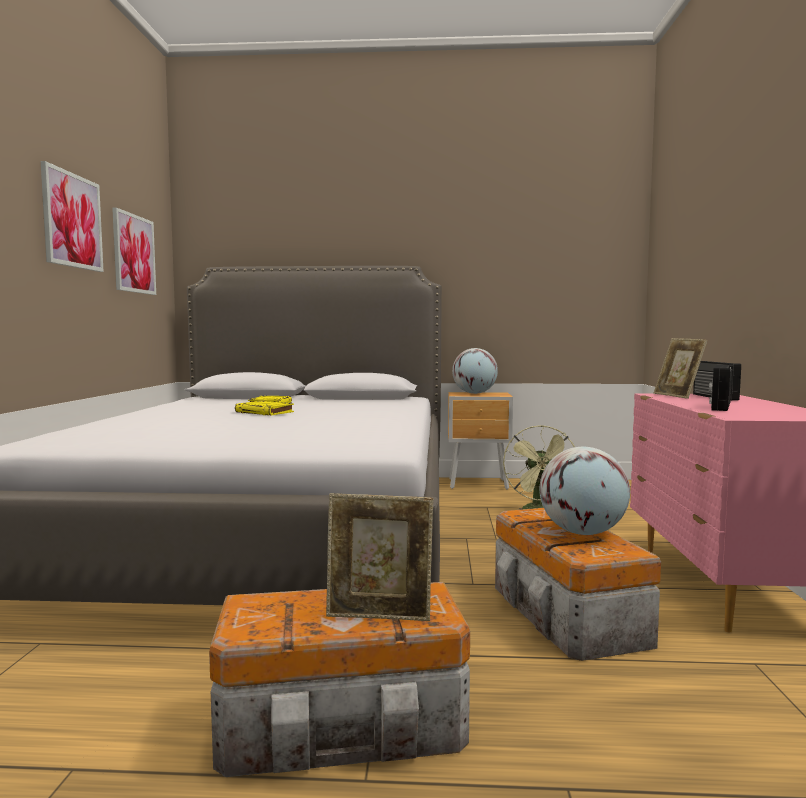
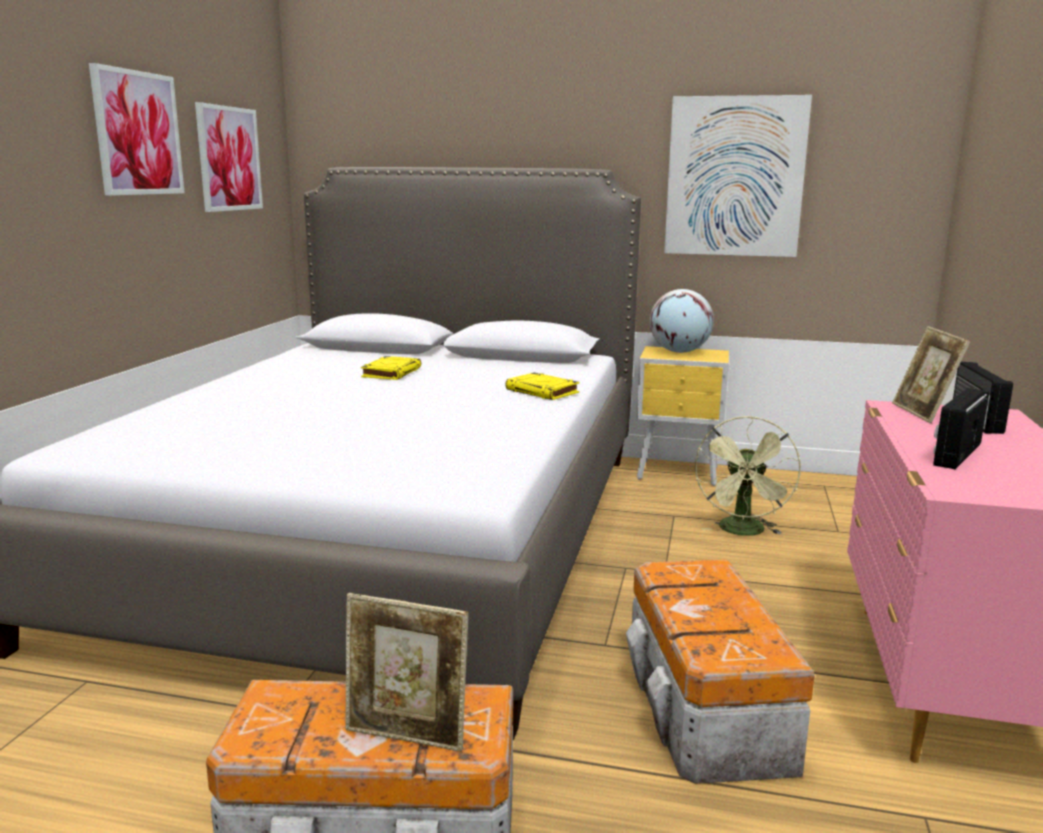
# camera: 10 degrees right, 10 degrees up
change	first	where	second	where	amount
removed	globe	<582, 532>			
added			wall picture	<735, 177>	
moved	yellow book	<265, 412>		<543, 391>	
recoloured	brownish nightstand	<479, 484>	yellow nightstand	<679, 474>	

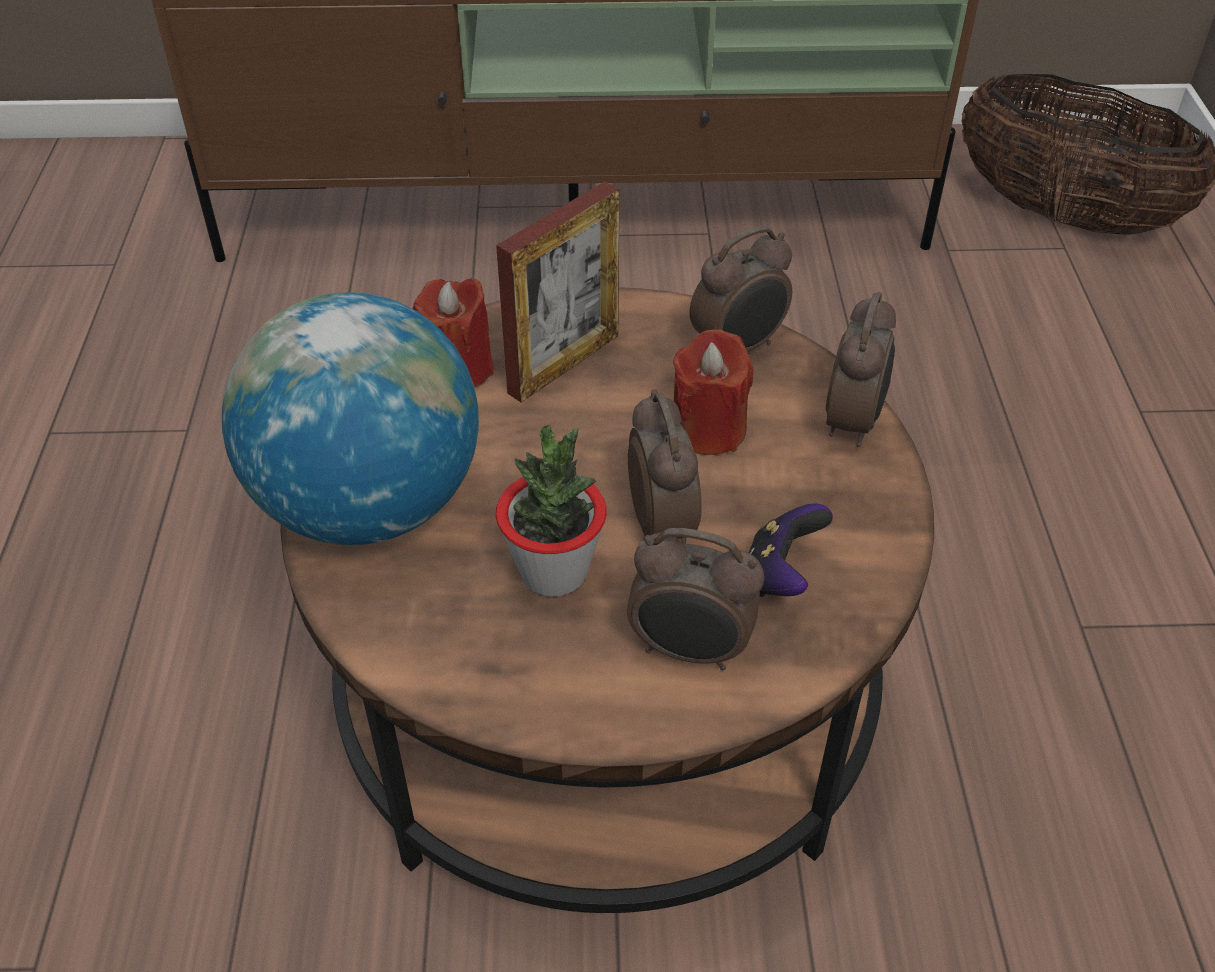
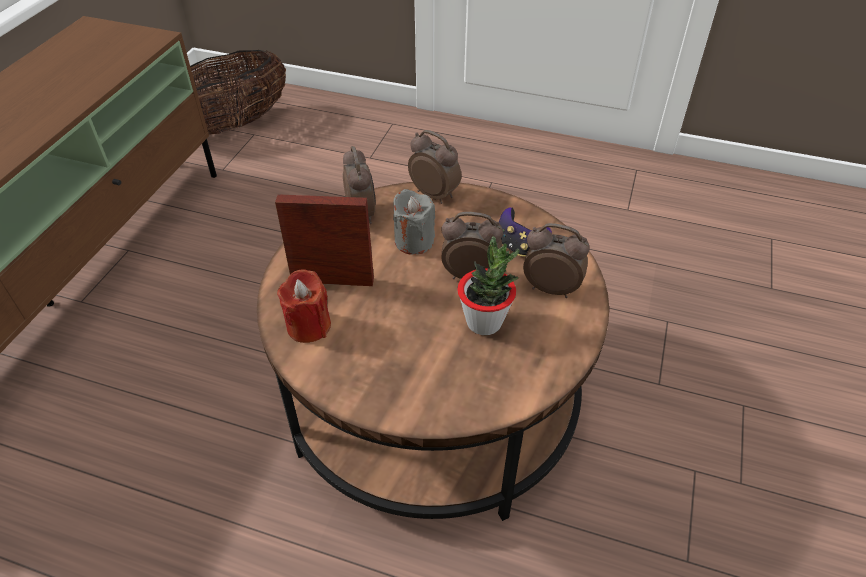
# camera: 70 degrees left, 0 degrees up
change	first	where	second	where	amount
removed	globe	<368, 504>			
recoloured	reddish wax candle	<708, 429>	grey wax candle	<414, 241>	
turned	picture frame	<564, 364>		<332, 280>	60 degrees counterclockwise
turned	alarm clock	<690, 651>		<551, 287>	105 degrees counterclockwise

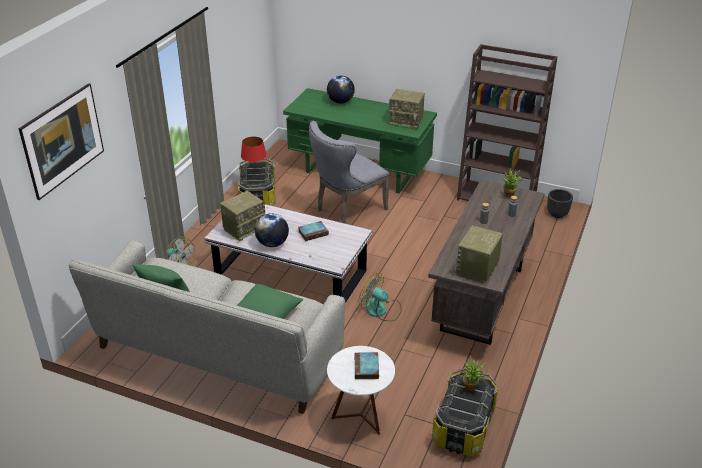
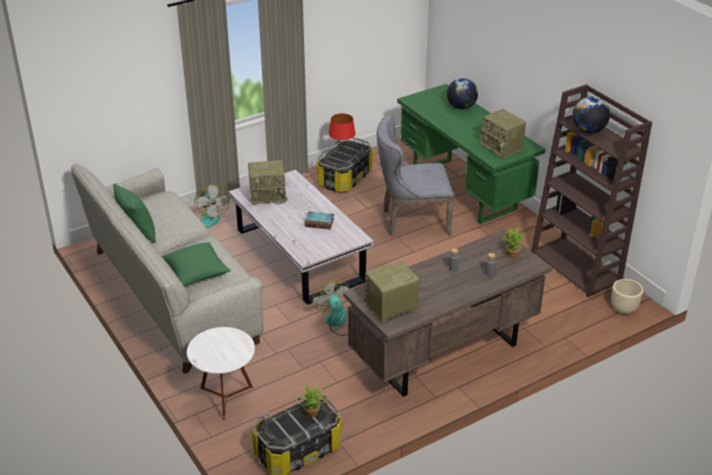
# camera: 35 degrees right, 0 degrees up
change	first	where	second	where	amount
removed	wall picture	<67, 157>			
removed	book	<366, 368>			
moved	globe	<272, 244>		<588, 131>	
recoloured	black flower pot	<557, 214>	beige-coloured flower pot	<624, 309>	

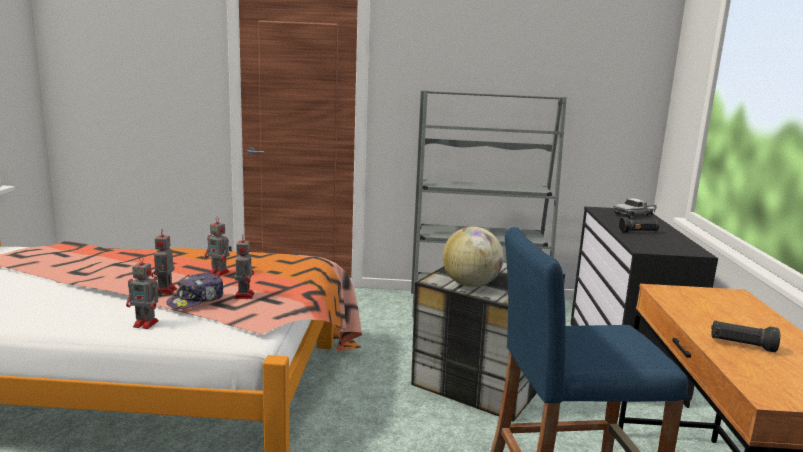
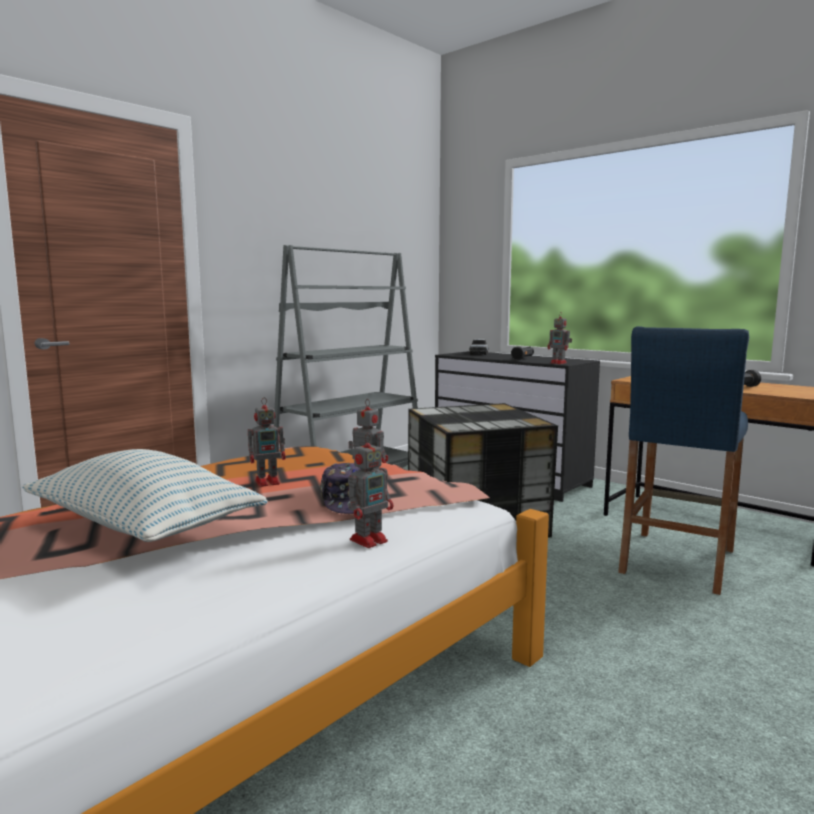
# camera: 50 degrees left, 5 degrees down
change	first	where	second	where	amount
removed	globe	<470, 285>			
added			pillow	<143, 526>	
moved	model robot	<165, 291>		<559, 363>	

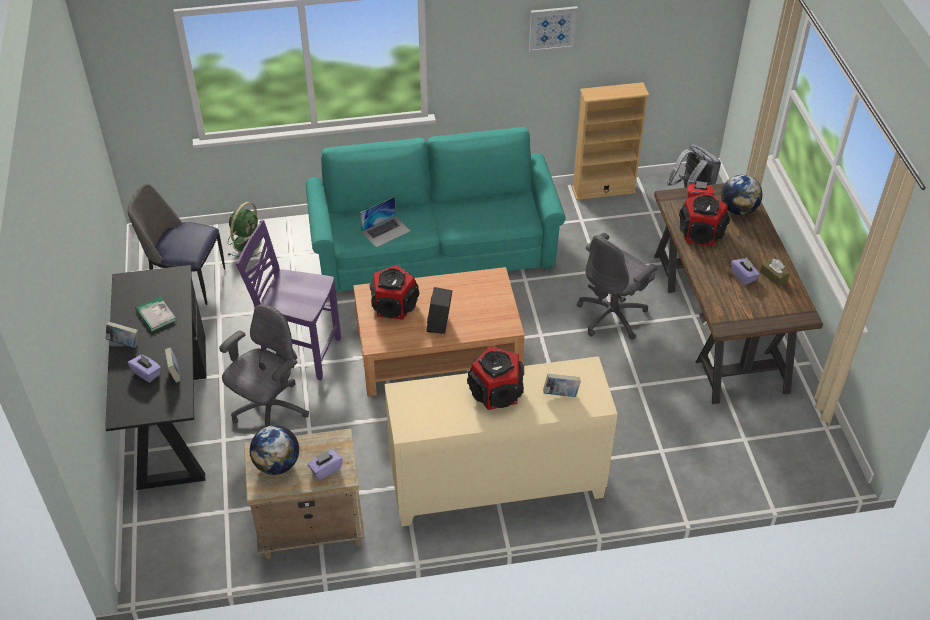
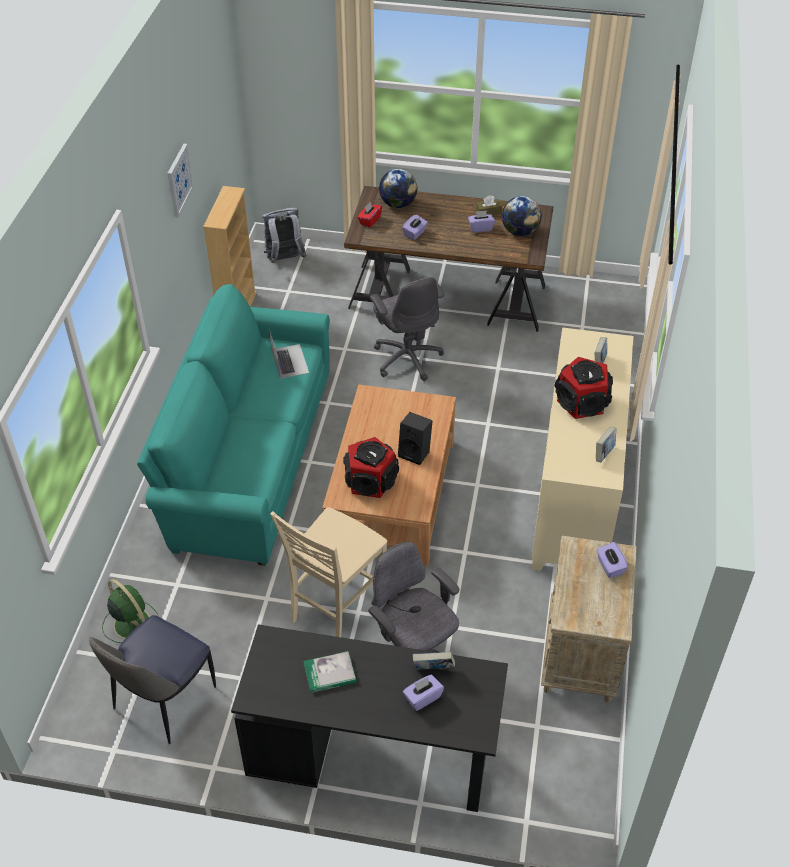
# camera: 70 degrees left, 0 degrees up
change	first	where	second	where	amount
moved	book	<124, 343>		<604, 453>	
moved	globe	<277, 464>		<520, 232>	
moved	portable computer	<386, 231>		<289, 361>	
replaced	speaker	<701, 233>	purple-coloured box of tissues	<415, 233>	
recoloured	purple-coloured plain chair	<299, 351>	beige-coloured plain chair	<336, 611>	

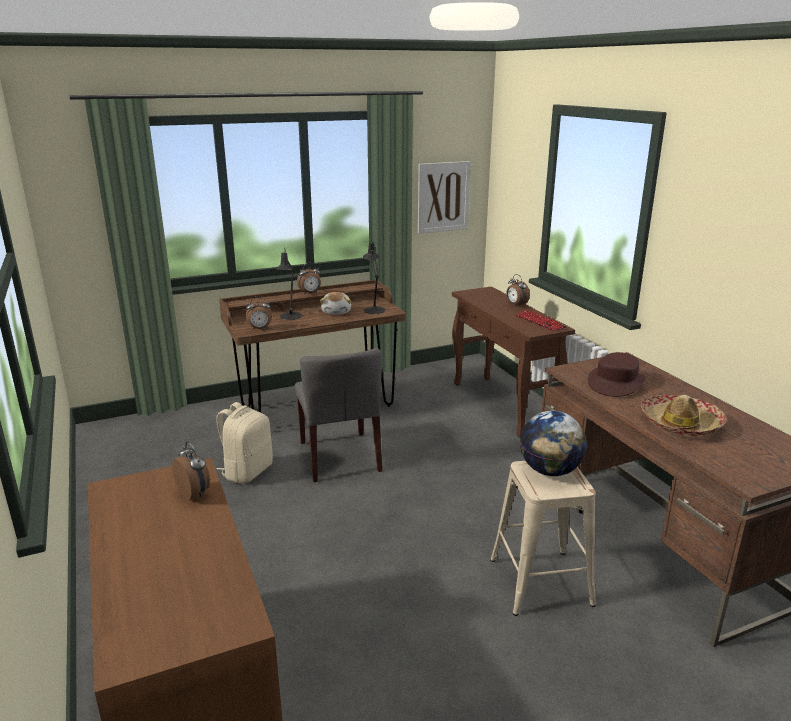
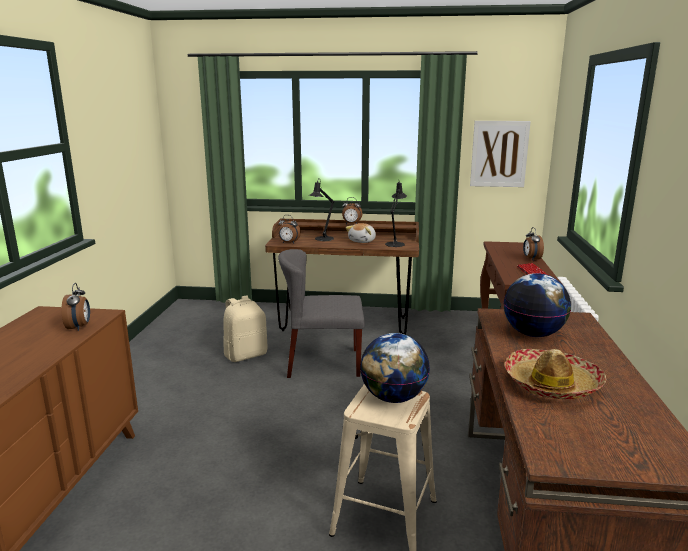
# camera: 30 degrees right, 5 degrees down
change	first	where	second	where	amount
replaced	brownish wearable hat	<616, 382>	globe	<533, 334>	
turned	grey plain chair	<340, 456>		<323, 363>	75 degrees clockwise

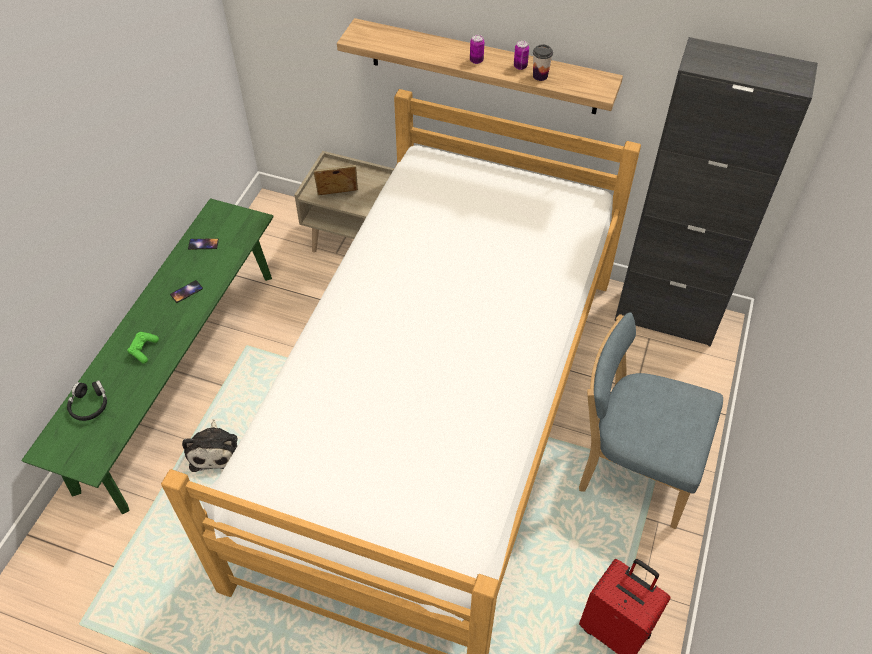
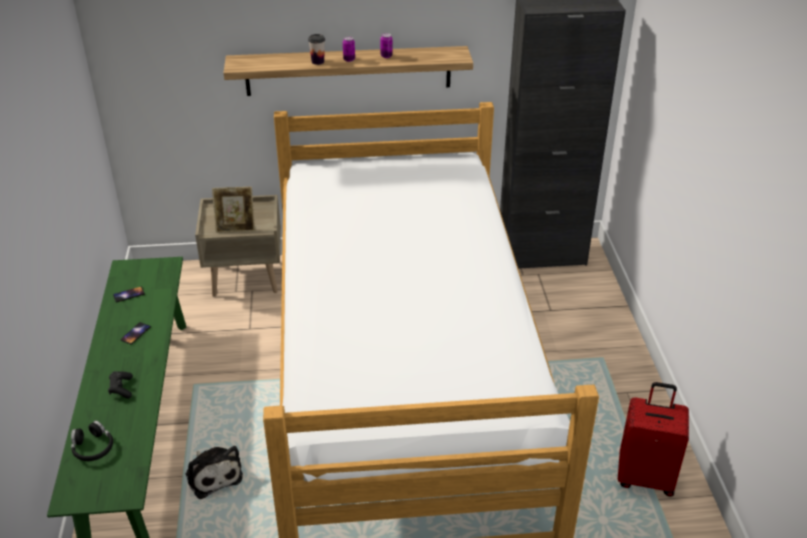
# camera: 25 degrees left, 15 degrees down
change	first	where	second	where	amount
removed	bluish plain chair	<632, 468>			
moved	cup	<540, 76>		<317, 61>	
recoloured	green-coloured game controller	<144, 350>	black game controller	<121, 389>	
turned	picture frame	<338, 197>		<236, 228>	150 degrees counterclockwise

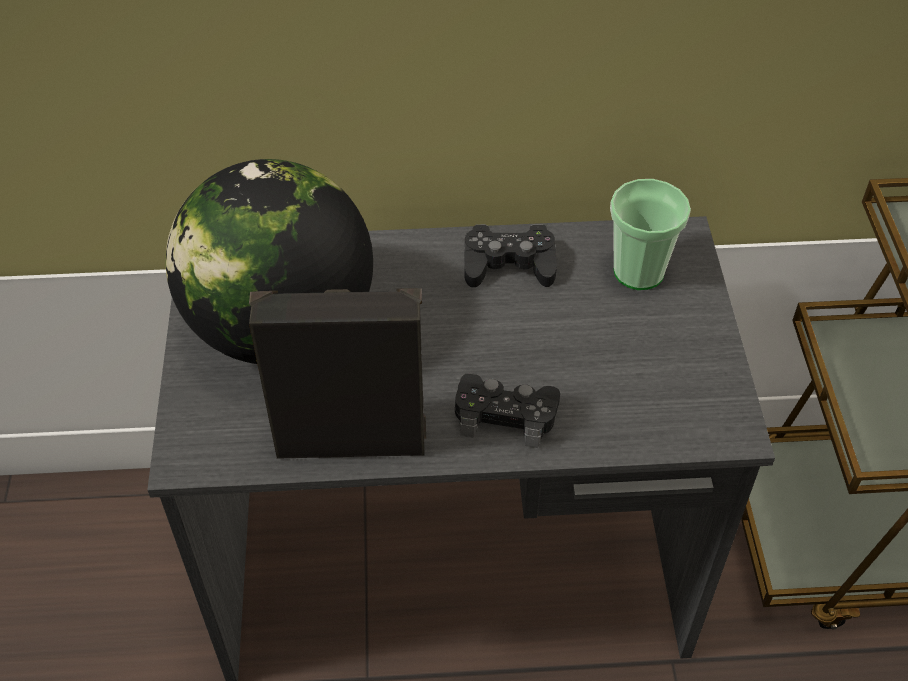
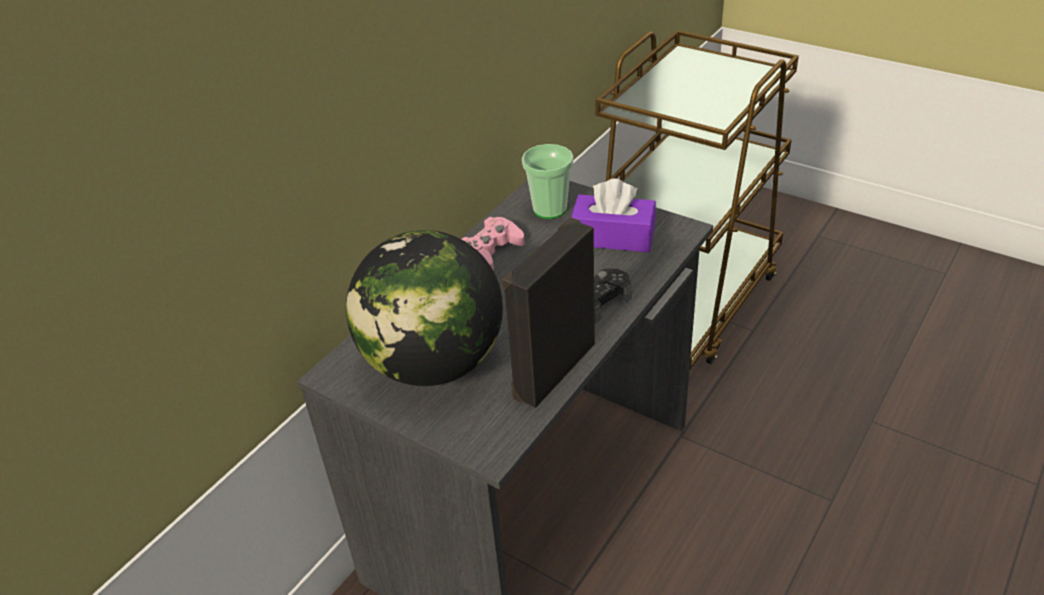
# camera: 50 degrees left, 10 degrees down
change	first	where	second	where	amount
added			purple-coloured box of tissues	<613, 237>	
recoloured	black game controller	<509, 264>	pink game controller	<491, 251>	

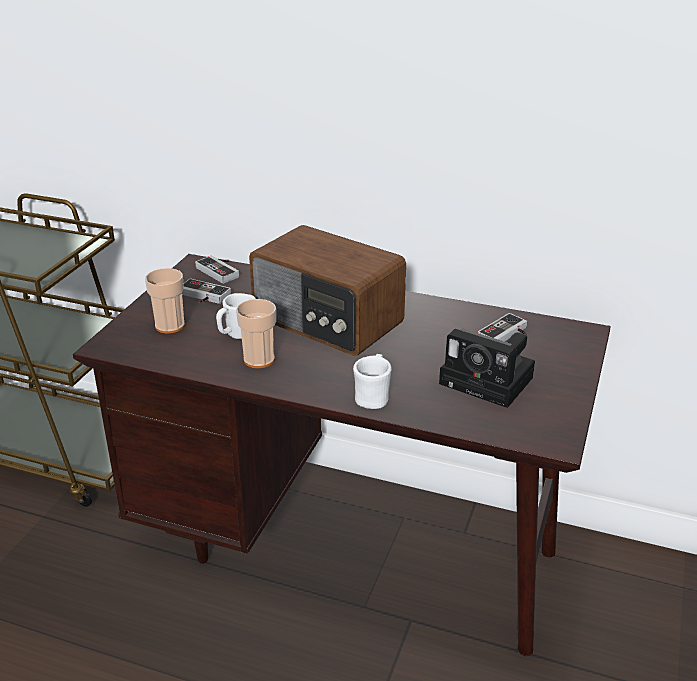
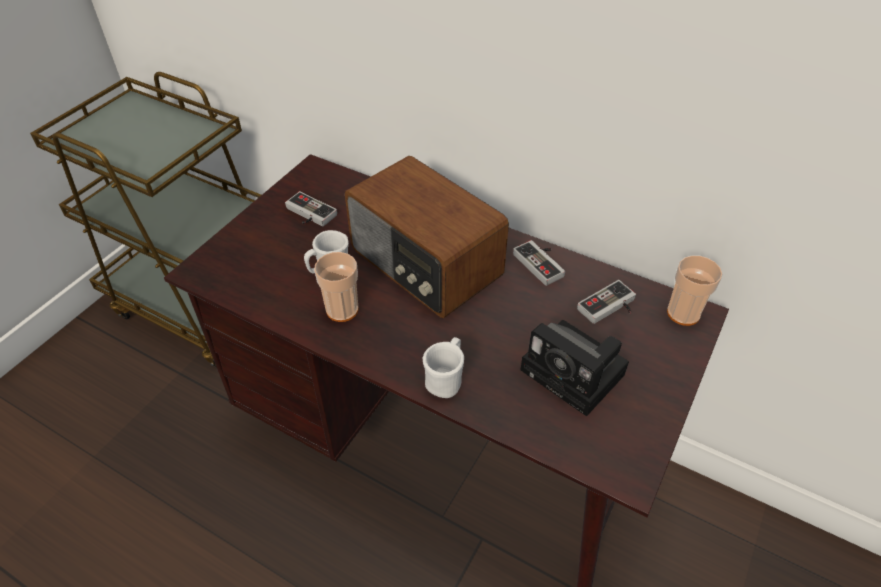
# camera: 10 degrees right, 15 degrees up
change	first	where	second	where	amount
moved	cup	<170, 326>		<683, 313>	
moved	game controller	<221, 271>		<542, 263>	

